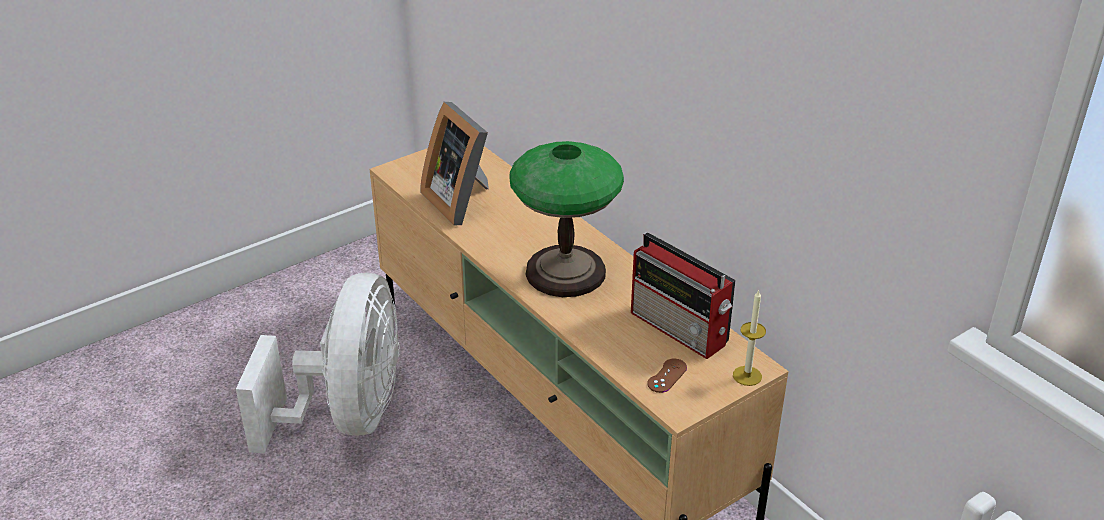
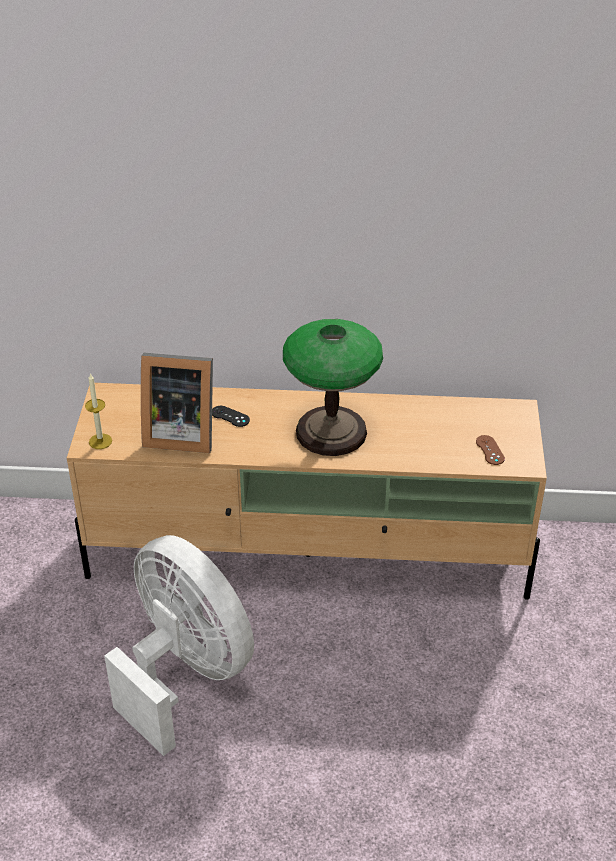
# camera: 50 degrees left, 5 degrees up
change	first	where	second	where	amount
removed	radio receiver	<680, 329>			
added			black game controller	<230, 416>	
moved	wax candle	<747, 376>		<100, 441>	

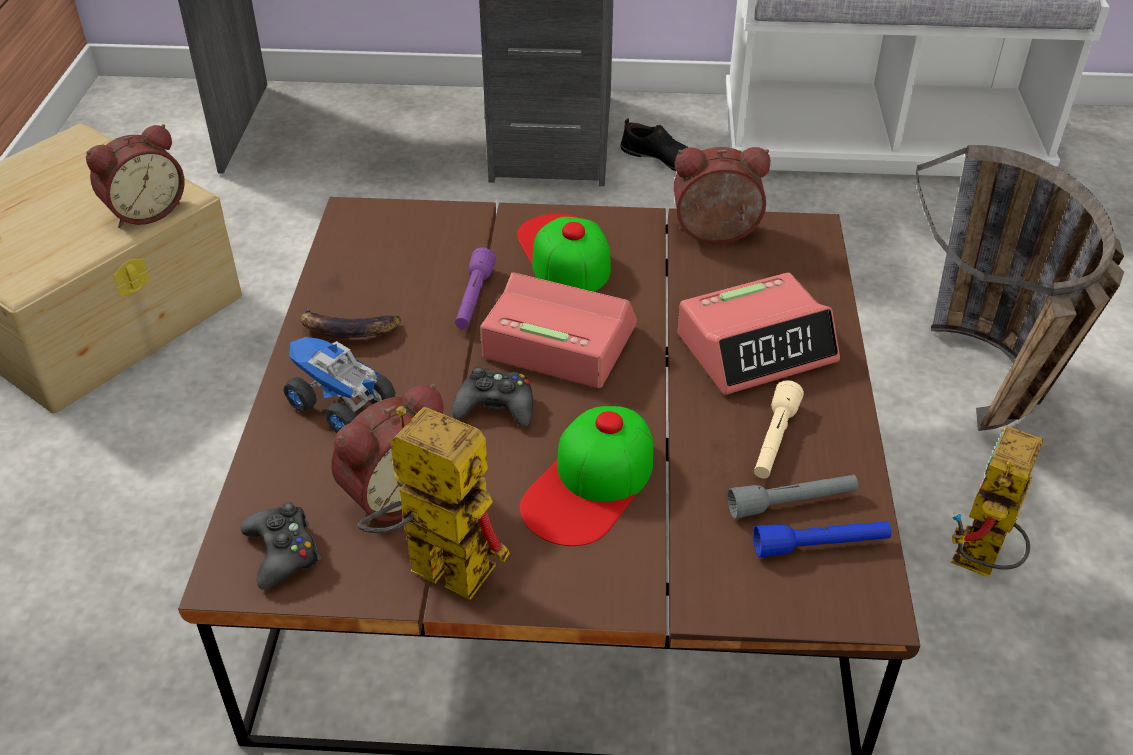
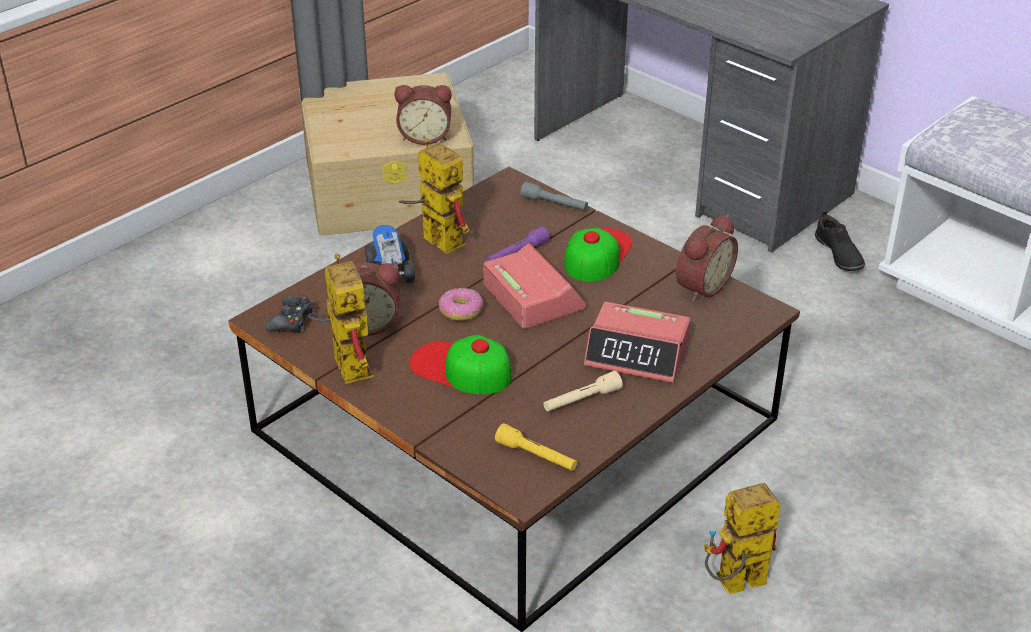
# camera: 40 degrees right, 5 degrees down
change	first	where	second	where	amount
removed	household basket	<989, 400>			
moved	grey flashlight	<792, 503>		<554, 204>	
replaced	banana fruit	<347, 330>	model robot	<434, 239>	
replaced	black game controller	<496, 406>	donut	<461, 310>	
recoloured	bluish flashlight	<820, 545>	yellow flashlight	<536, 456>	
turned	cap	<590, 484>		<460, 368>	45 degrees clockwise
turned	alarm clock	<716, 235>		<700, 286>	90 degrees clockwise

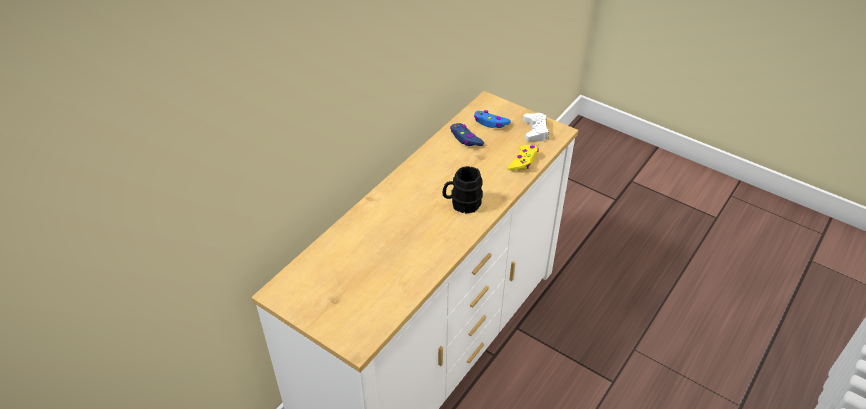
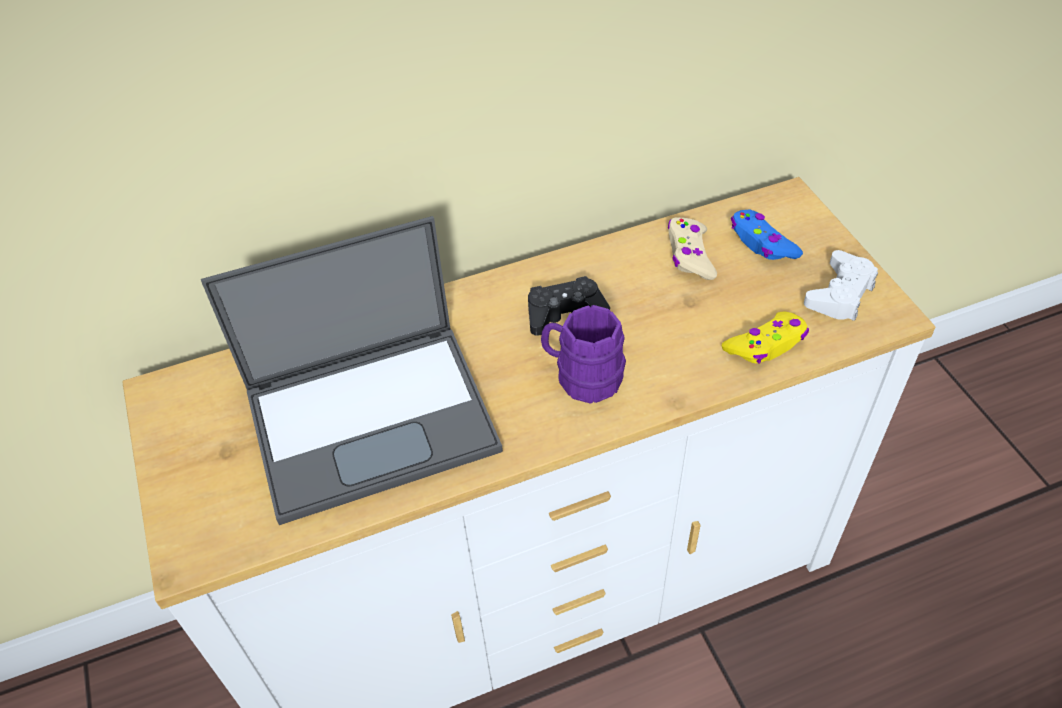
# camera: 35 degrees right, 5 degrees up
change	first	where	second	where	amount
added			portable computer	<374, 417>	
added			black game controller	<565, 313>	
recoloured	black tea mug	<462, 203>	purple-coloured tea mug	<581, 376>	
recoloured	bluish game controller	<465, 139>	beige-coloured game controller	<690, 255>	

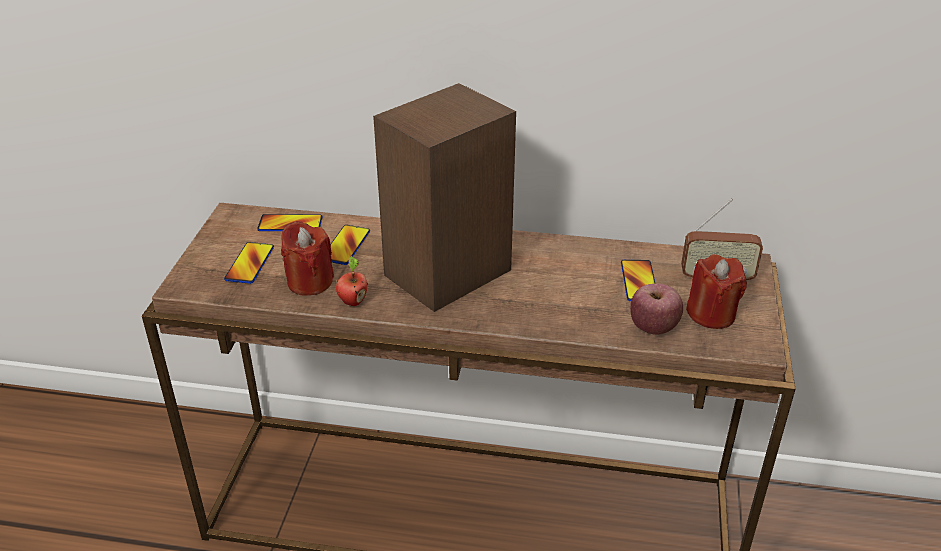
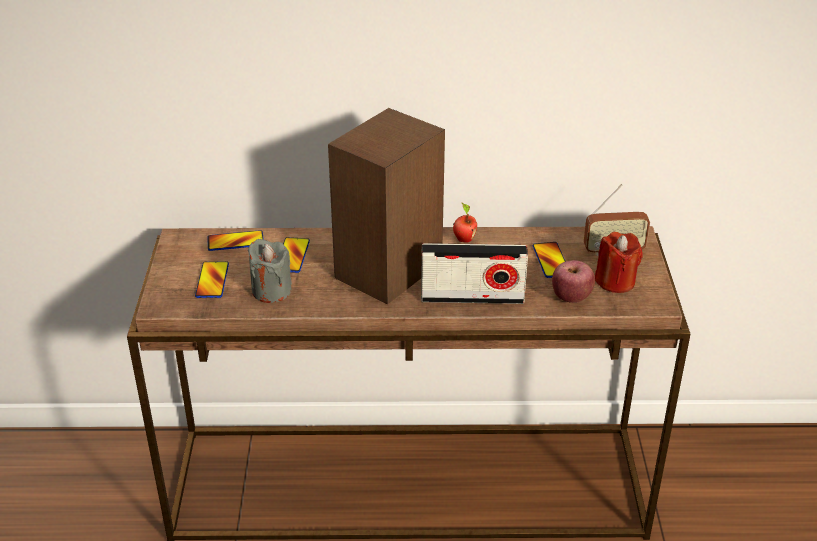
# camera: 10 degrees left, 0 degrees up
change	first	where	second	where	amount
added			radio receiver	<472, 297>	
moved	whole apple	<352, 301>		<464, 239>	
recoloured	reddish wax candle	<309, 282>	grey wax candle	<271, 290>	

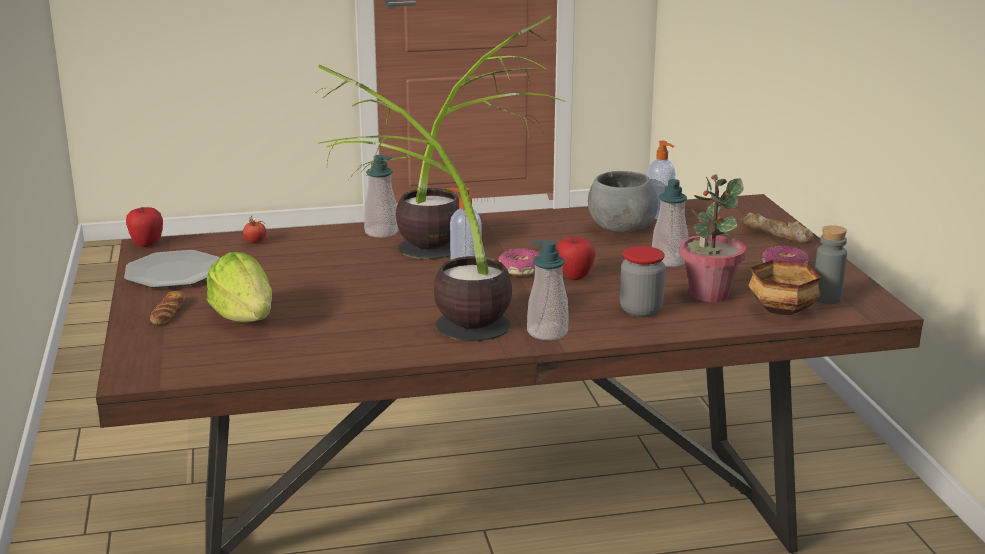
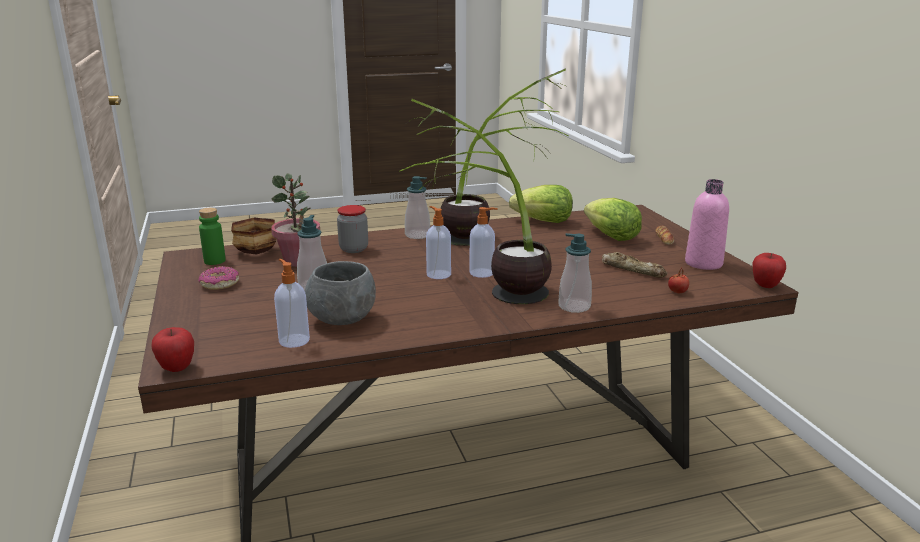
# camera: 175 degrees right, 0 degrees up
change	first	where	second	where	amount
added			lettuce	<543, 222>	
moved	whole apple	<574, 277>		<177, 368>	
moved	baked bread	<776, 234>		<633, 269>	
replaced	plate	<173, 272>	pink drink bottle	<703, 263>	
replaced	donut	<520, 270>	soap dispenser	<438, 274>	
recoloured	grey drink bottle	<826, 298>	green-coloured drink bottle	<214, 261>	

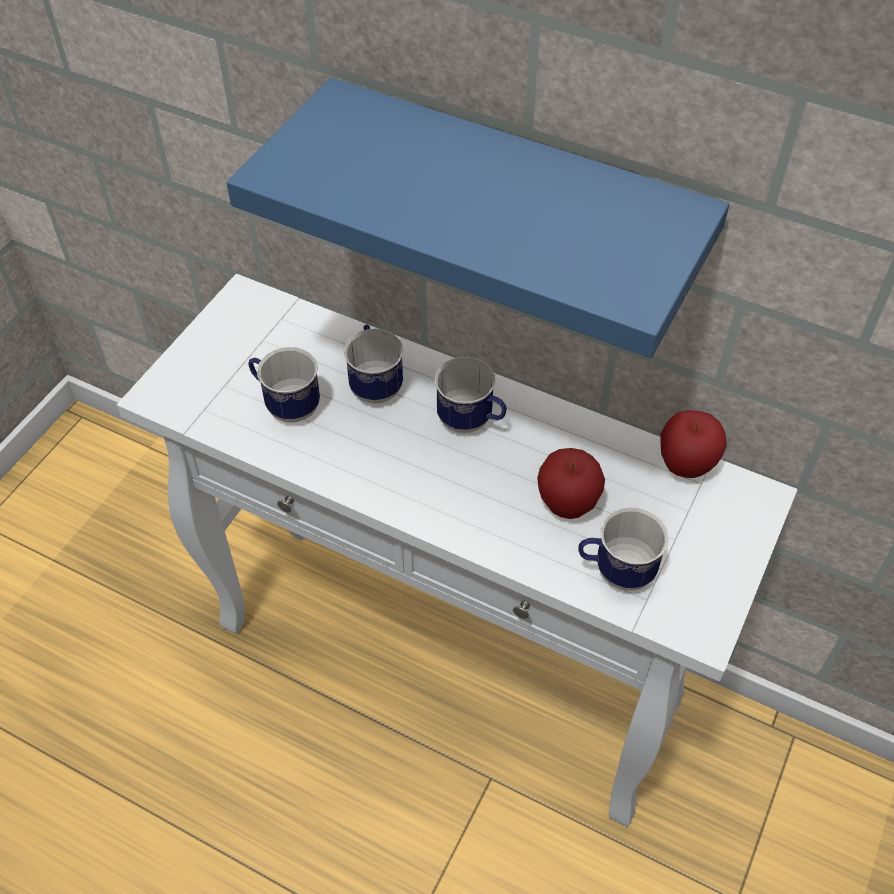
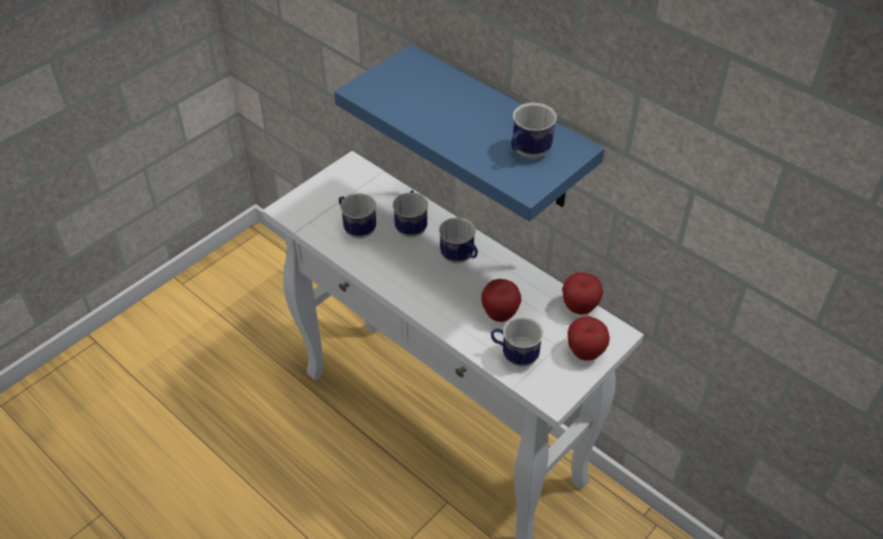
# camera: 15 degrees right, 5 degrees down
change	first	where	second	where	amount
added			tea mug	<527, 153>	
added			whole apple	<585, 352>	

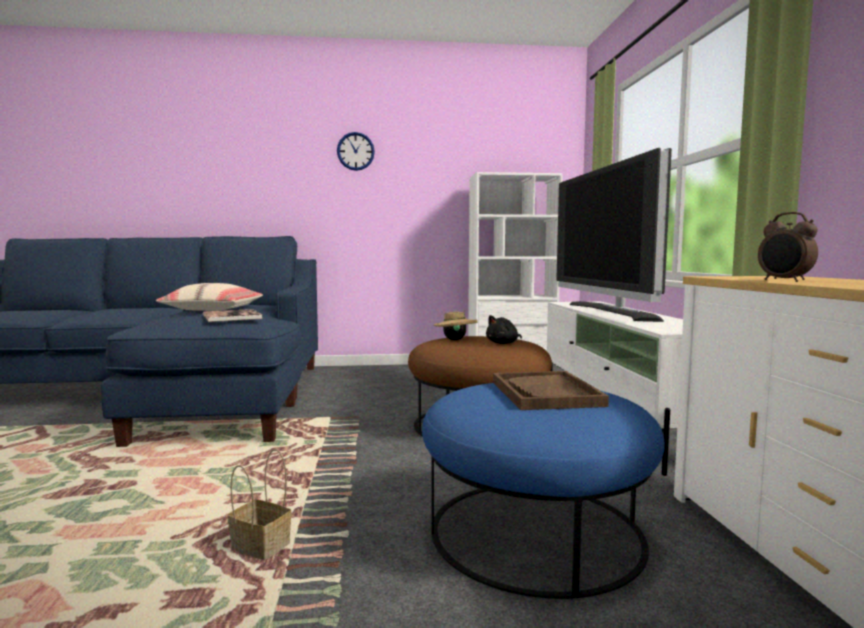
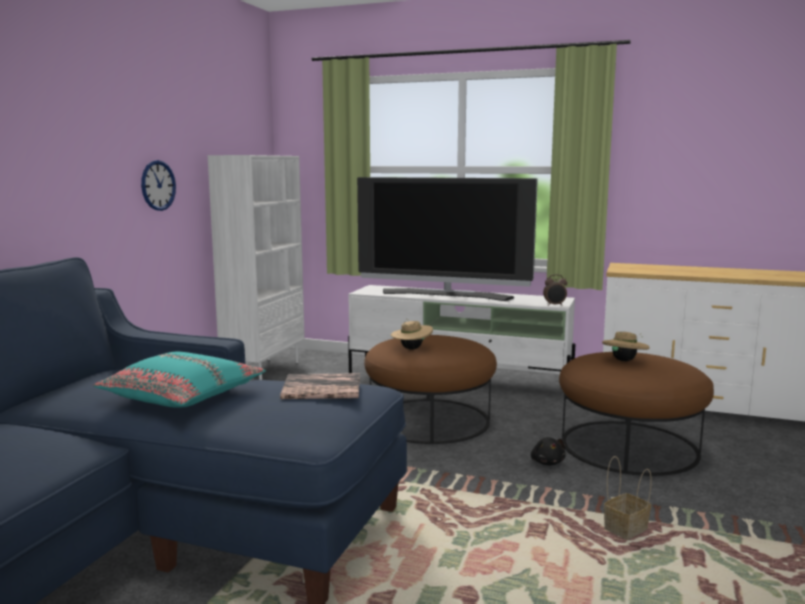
# camera: 65 degrees left, 5 degrees up
change	first	where	second	where	amount
moved	wall clock	<355, 151>		<158, 185>	
moved	black plush toy	<503, 343>		<547, 462>	
moved	alarm clock	<784, 281>		<554, 305>	
replaced	brownish serving tray	<546, 393>	beige-coloured wearable hat	<624, 361>	
recoloured	beige-coloured pillow	<213, 309>	turquoise pillow	<183, 395>	
recoloured	bluish pouffe	<535, 531>	brownish pouffe	<629, 446>	

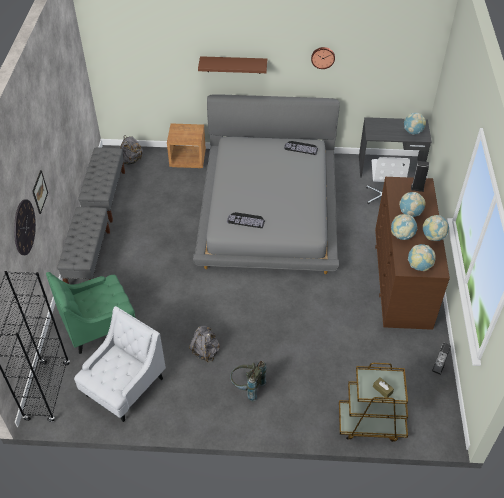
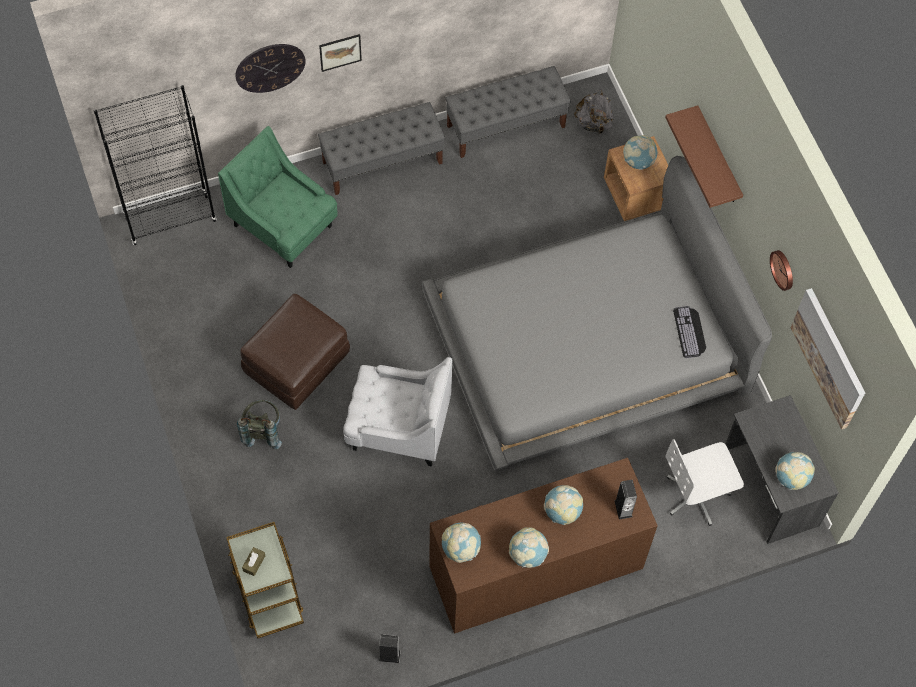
# camera: 65 degrees right, 15 degrees up
change	first	where	second	where	amount
removed	keyboard	<246, 220>			
added			wall picture	<829, 358>	
moved	white-coloured lounge chair	<124, 388>		<398, 428>	
moved	globe	<402, 235>		<638, 161>	
replaced	grey knapsack	<205, 351>	brownish pouffe	<296, 362>	

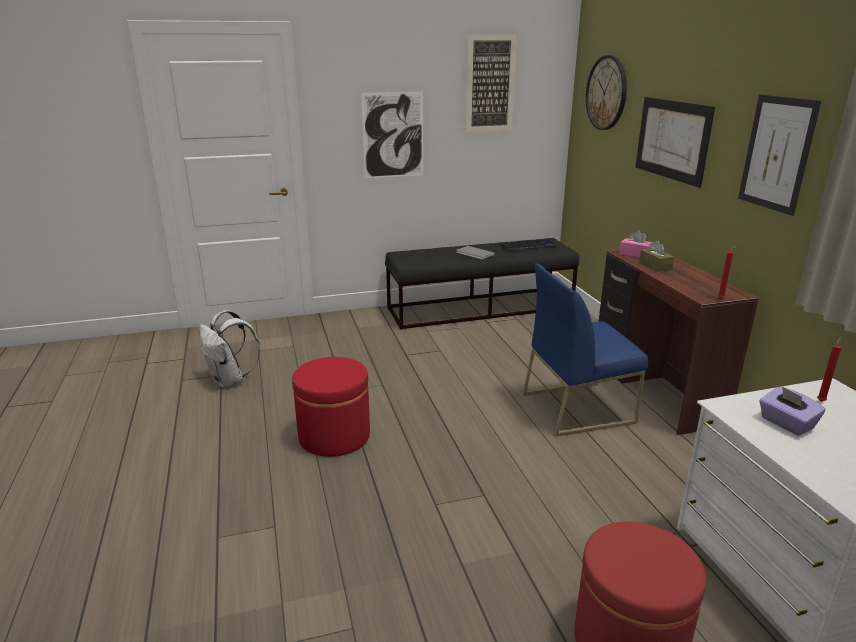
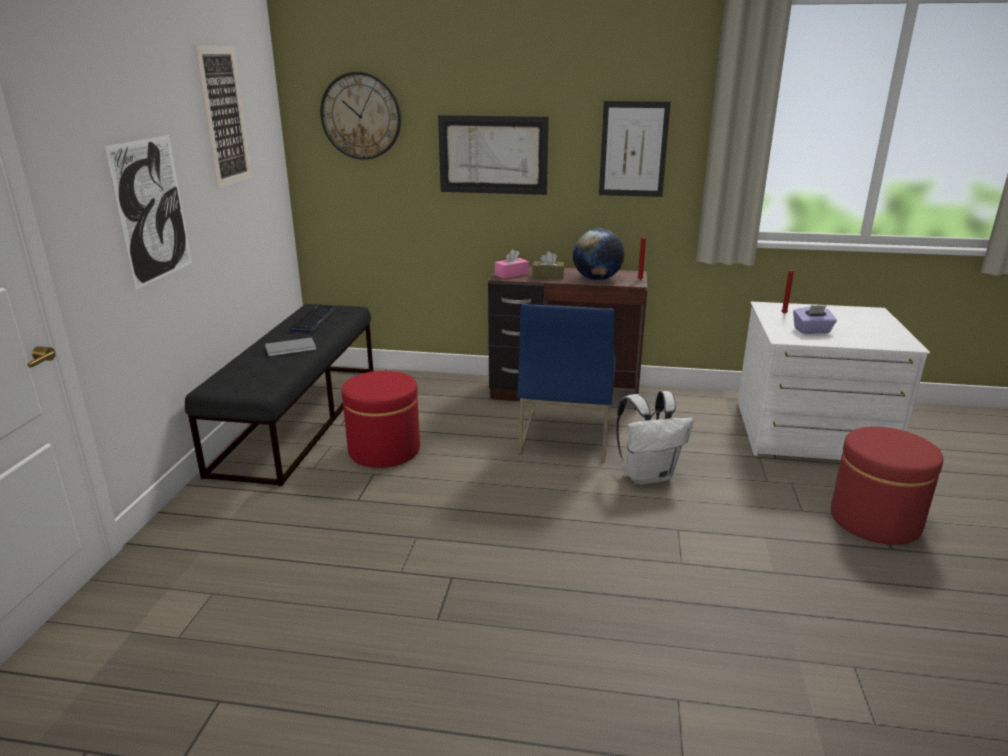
# camera: 65 degrees left, 0 degrees up
change	first	where	second	where	amount
added			globe	<597, 279>	
moved	white-coloured knapsack	<230, 380>		<648, 475>	
moved	reddish pouffe	<334, 436>		<384, 450>	

